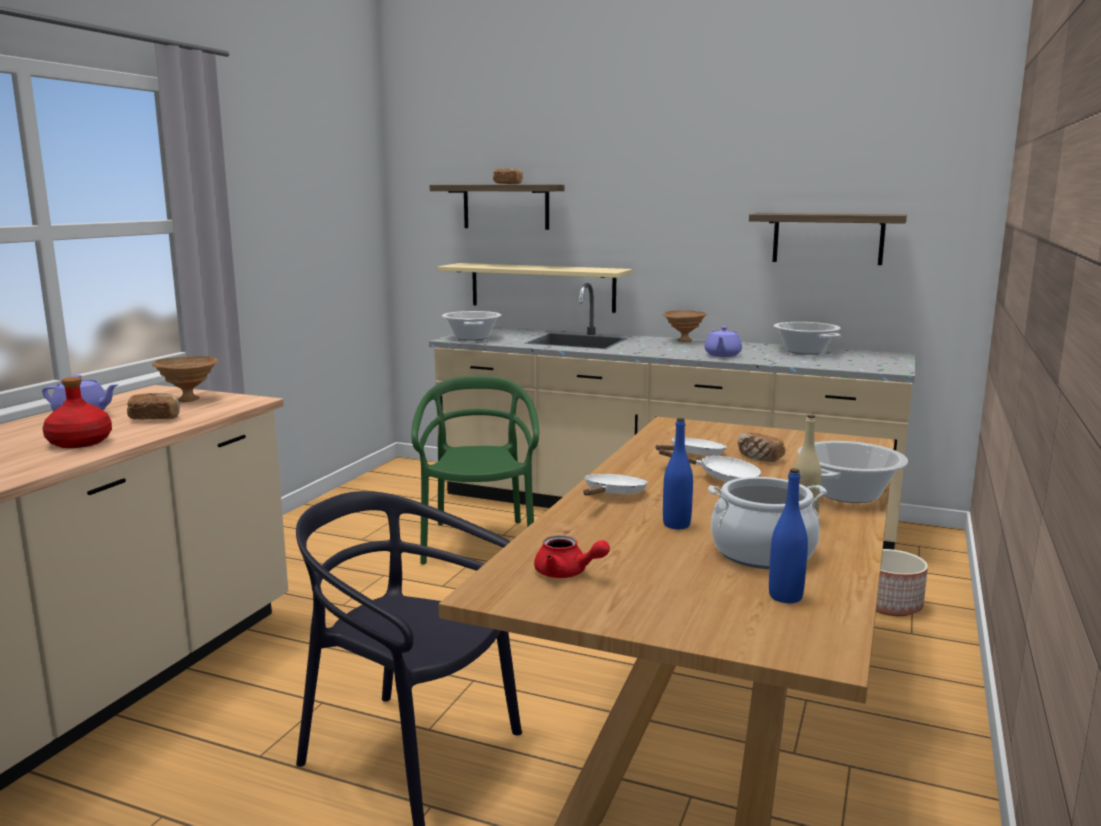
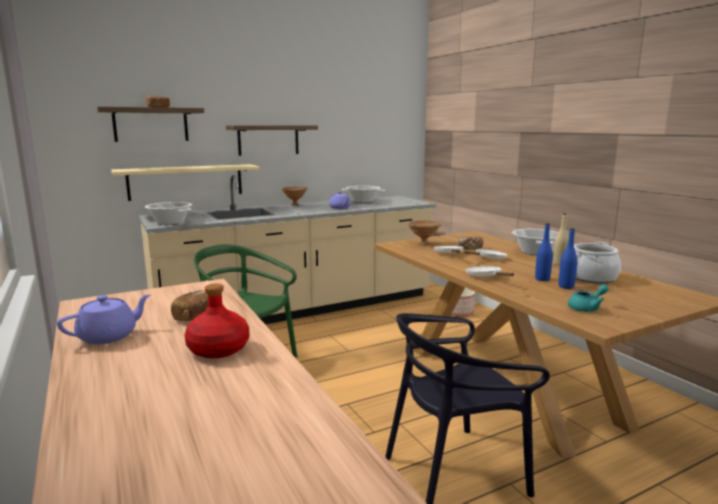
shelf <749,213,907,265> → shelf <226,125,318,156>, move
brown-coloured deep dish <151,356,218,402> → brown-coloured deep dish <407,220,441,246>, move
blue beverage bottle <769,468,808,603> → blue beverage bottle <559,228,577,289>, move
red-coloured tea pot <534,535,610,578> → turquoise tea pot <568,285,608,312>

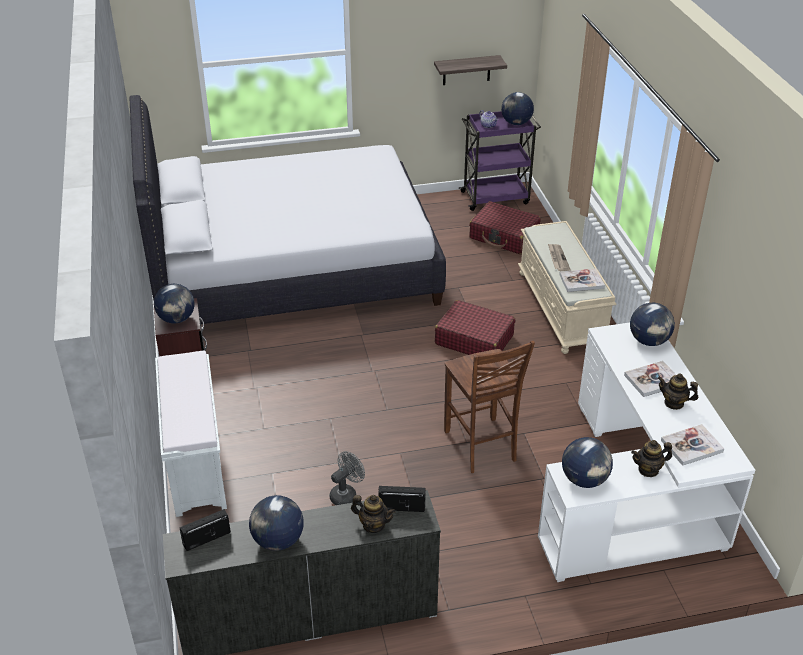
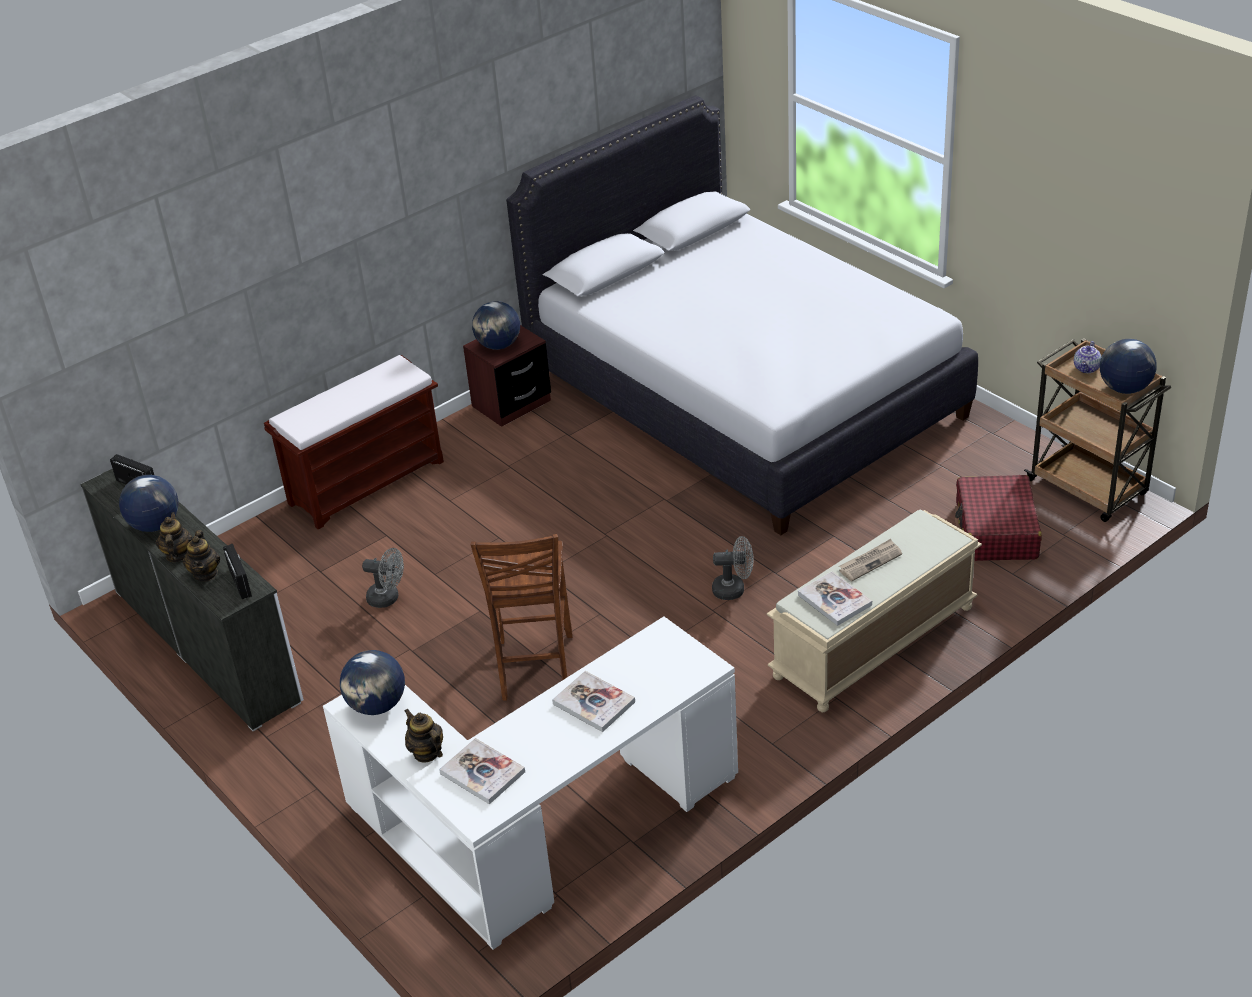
shelf <434,55,507,85> → -
purple-coloured trolley <459,111,541,211> → brown-coloured trolley <1024,338,1171,522>
red-coloured piece of luggage <435,300,515,355> → greyish fan <712,536,754,600>
world globe <630,303,675,346> → -
brown-coloured plain chair <444,341,535,473> → brown-coloured plain chair <471,534,572,701>, 45 degrees counterclockwise
whitish bench <155,351,227,517> → brown-coloured bench <264,355,444,529>
tea pot <658,374,698,410> → tea pot <156,512,192,562>, move

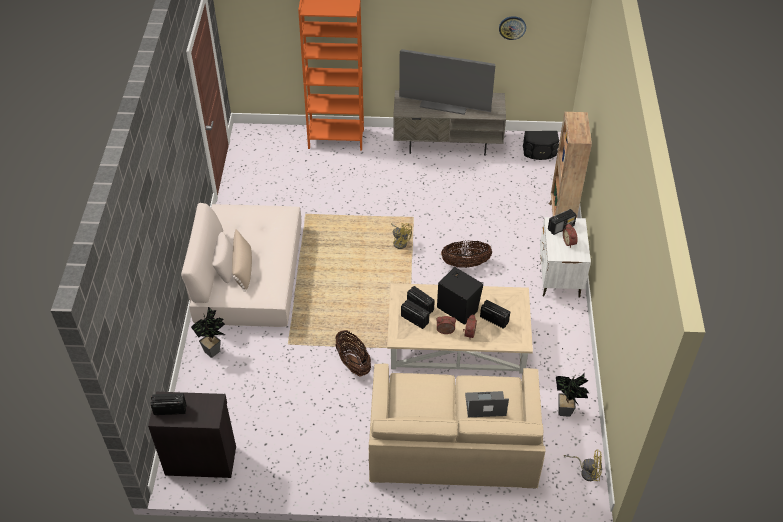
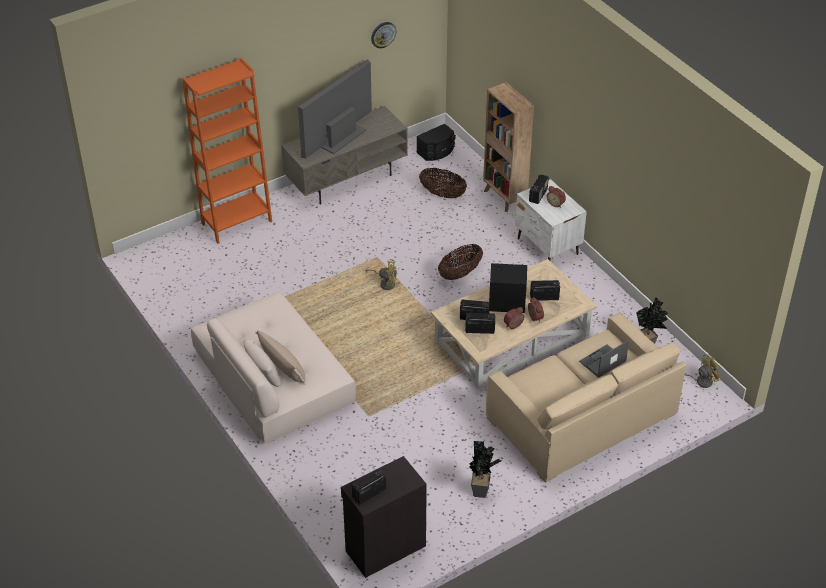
television <399,49,495,115> → television <298,59,372,158>, 150 degrees clockwise
potted plant <191,307,226,358> → potted plant <469,440,501,498>, move
household basket <336,330,371,377> → household basket <419,168,467,198>, move

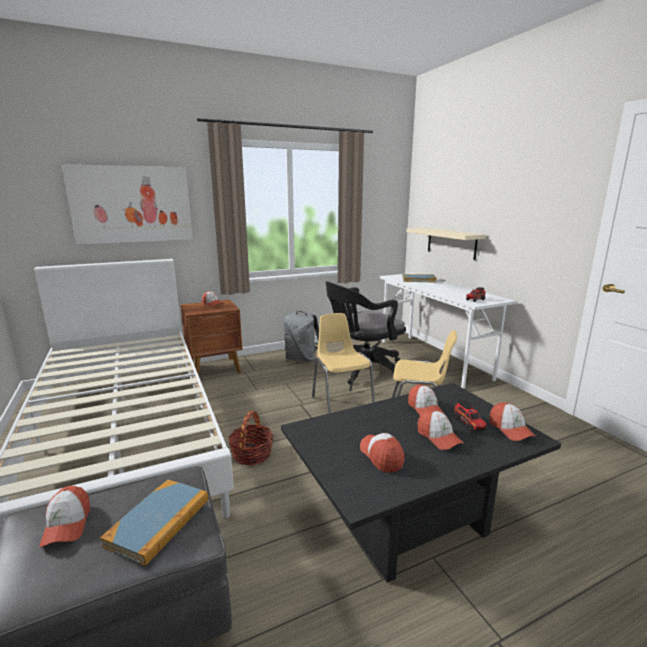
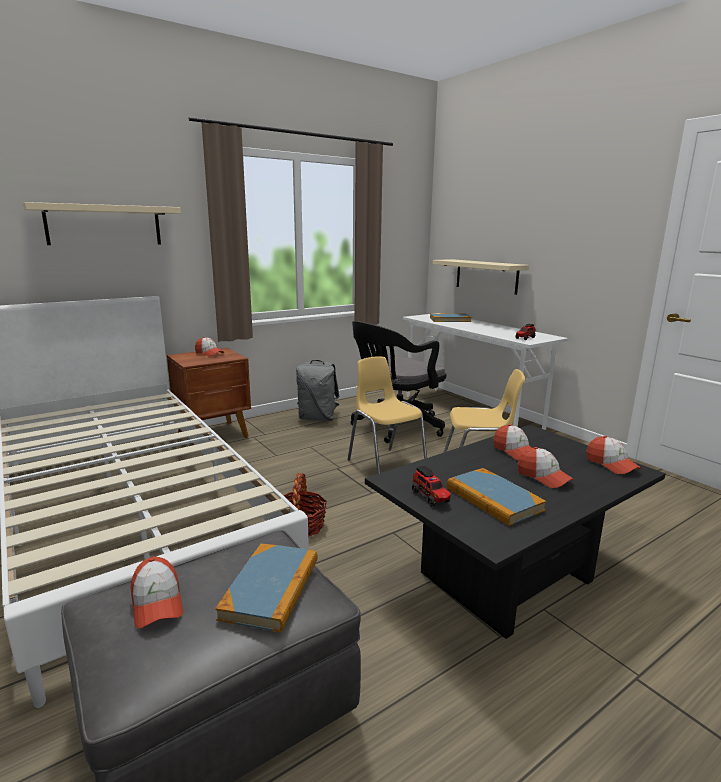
wall art <62,164,193,245> → beige shelf <23,202,181,245>
toy truck <453,400,487,433> → toy truck <412,466,451,507>, move
cap <360,433,404,473> → volume <447,468,546,526>

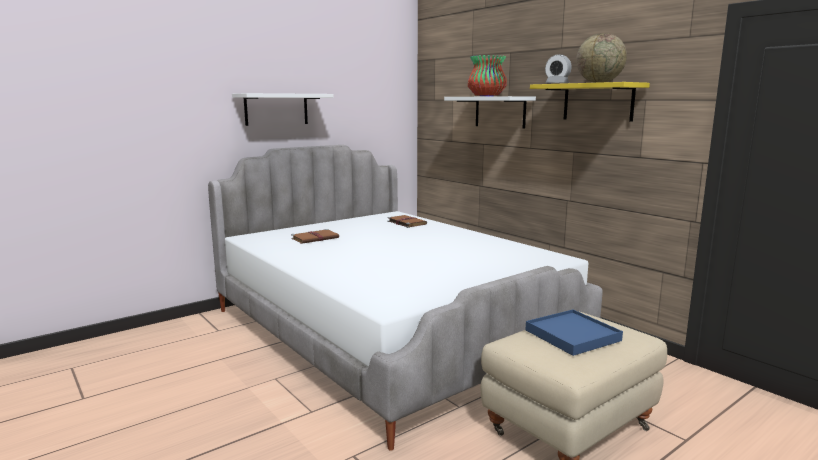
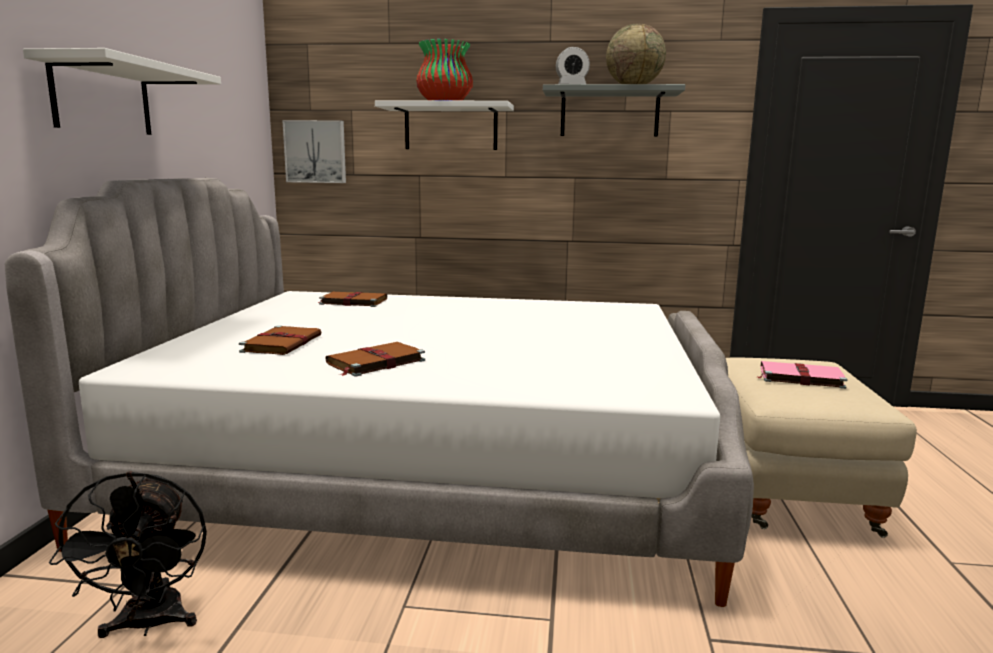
yellow shelf <530,82,650,122> → greyish shelf <543,84,685,137>
blue serving tray <526,310,623,356> → pink-coloured volume <756,361,848,389>
- → wall art <282,120,346,183>
- → brown-coloured volume <325,342,425,377>
- → black fan <49,471,207,638>

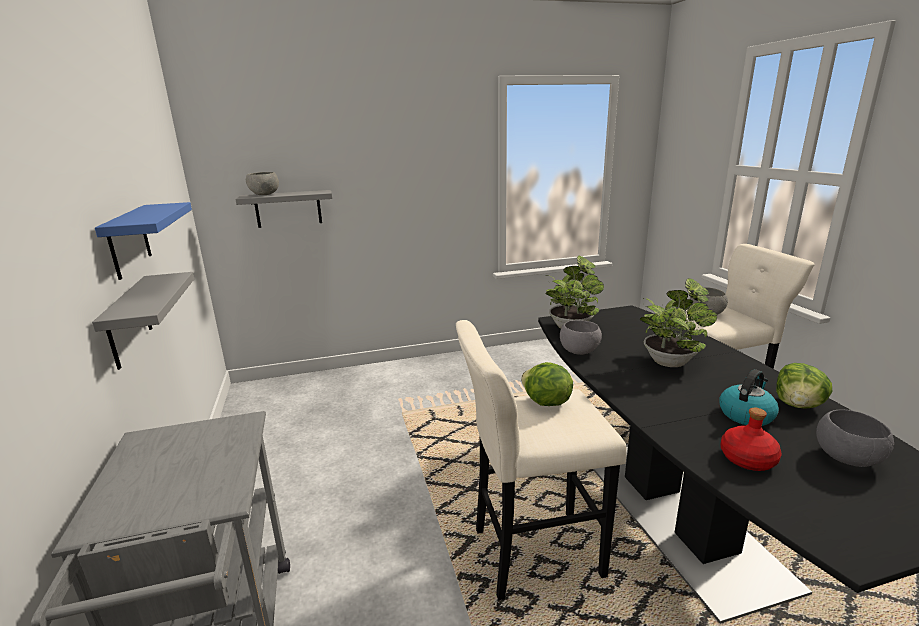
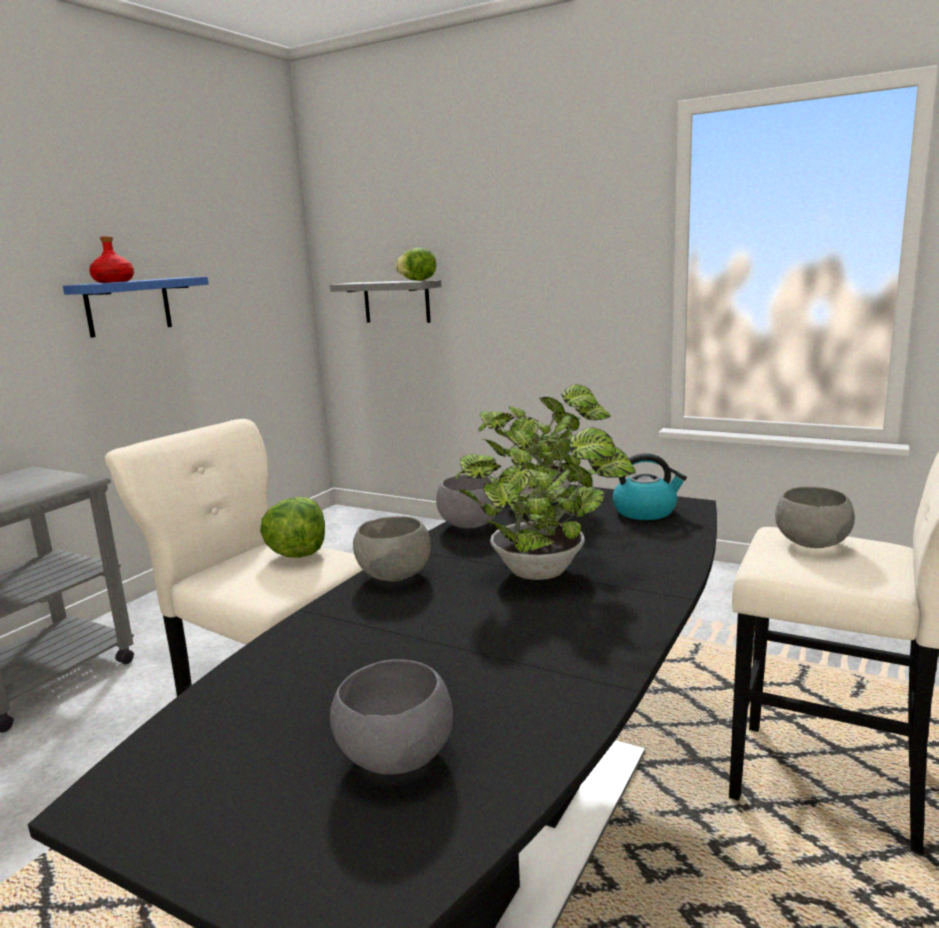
greyish deep dish <246,172,279,195> → greyish deep dish <353,516,430,582>, move
greyish shelf <92,272,194,370> → -
lettuce <776,363,832,409> → lettuce <394,248,436,281>, move
kettle <719,369,779,426> → kettle <612,453,687,520>, move
red-coloured beverage bottle <720,408,781,471> → red-coloured beverage bottle <89,236,134,283>, move

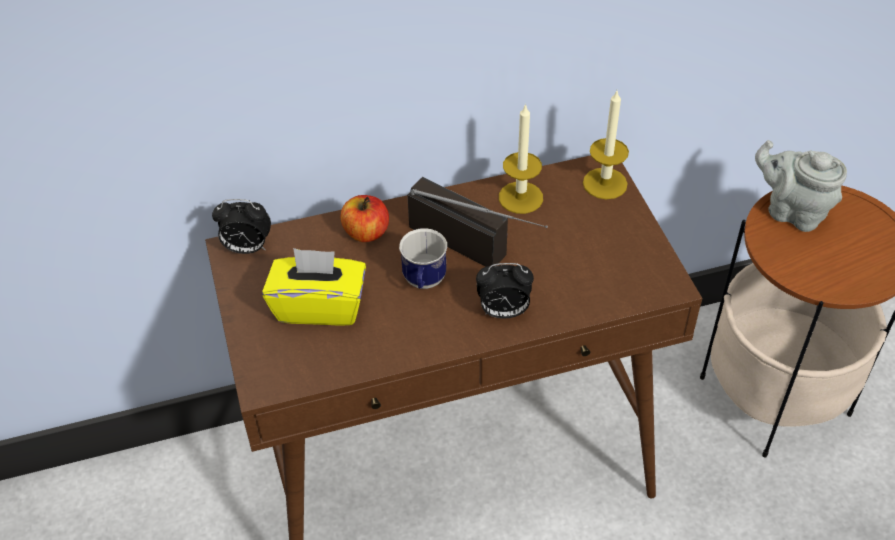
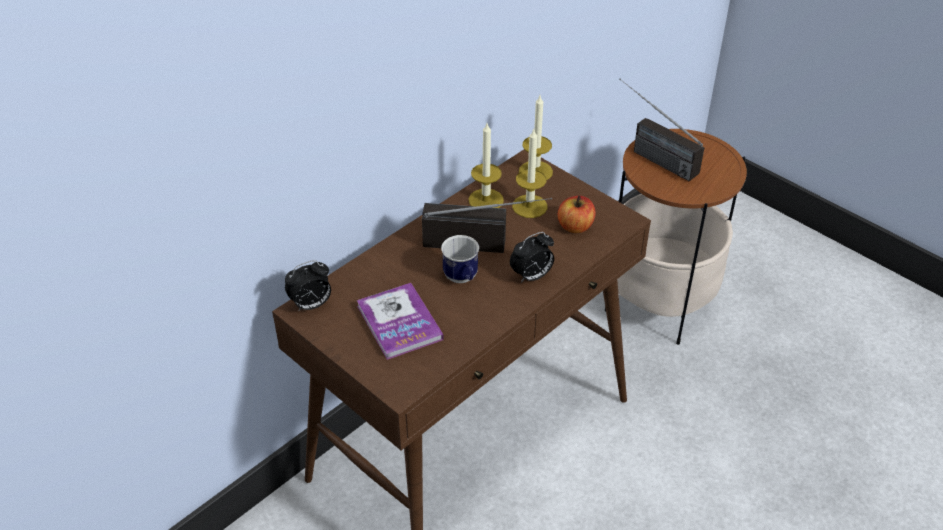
greyish tea pot <755,140,847,232> → radio receiver <619,78,704,181>
whole apple <340,195,389,242> → whole apple <558,196,596,233>, move
yellow tissue box <262,248,366,326> → volume <357,283,443,360>
- → candle <512,129,547,218>

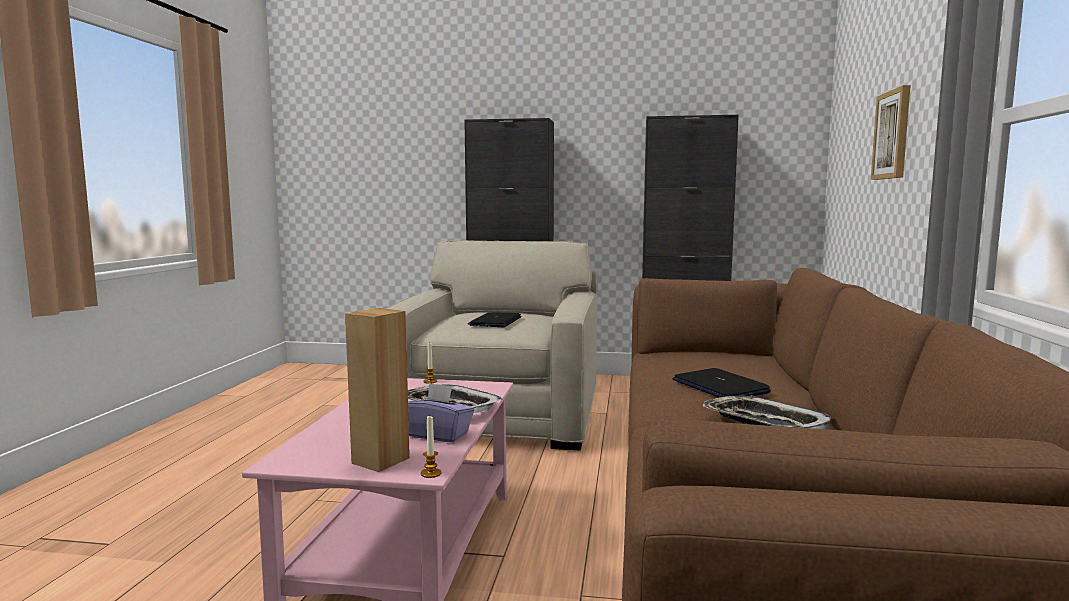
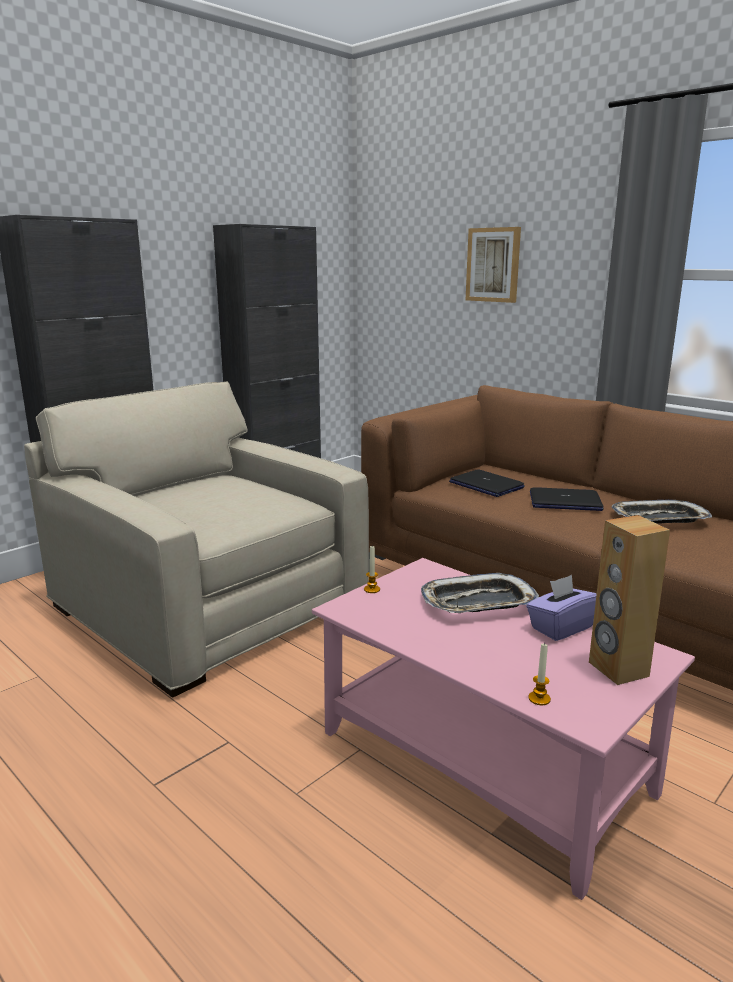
notebook computer <468,312,521,327> → notebook computer <449,469,524,497>, move
candle <421,416,441,478> → candle <529,642,551,705>, move

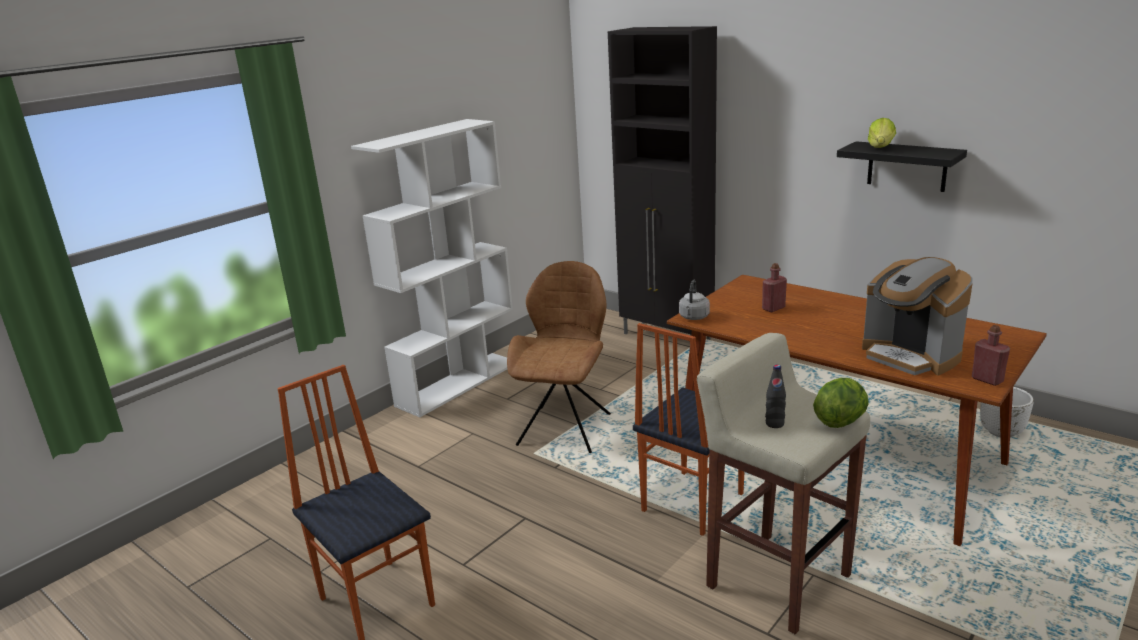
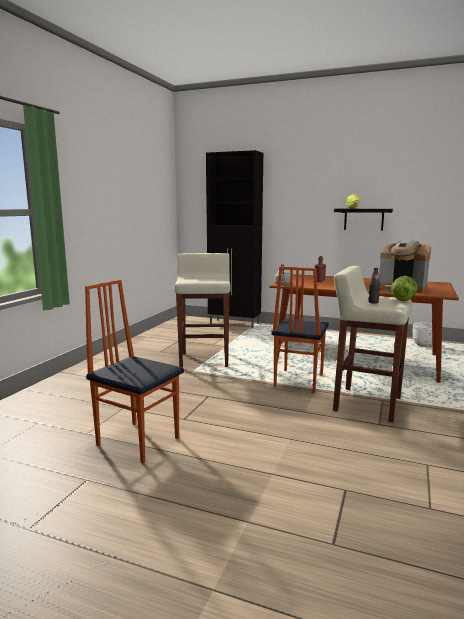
whitish shelving unit <351,119,513,417> → -
brown-coloured plain chair <507,261,611,453> → beige stool <175,253,230,368>
red-coloured beverage bottle <972,325,1010,386> → -

